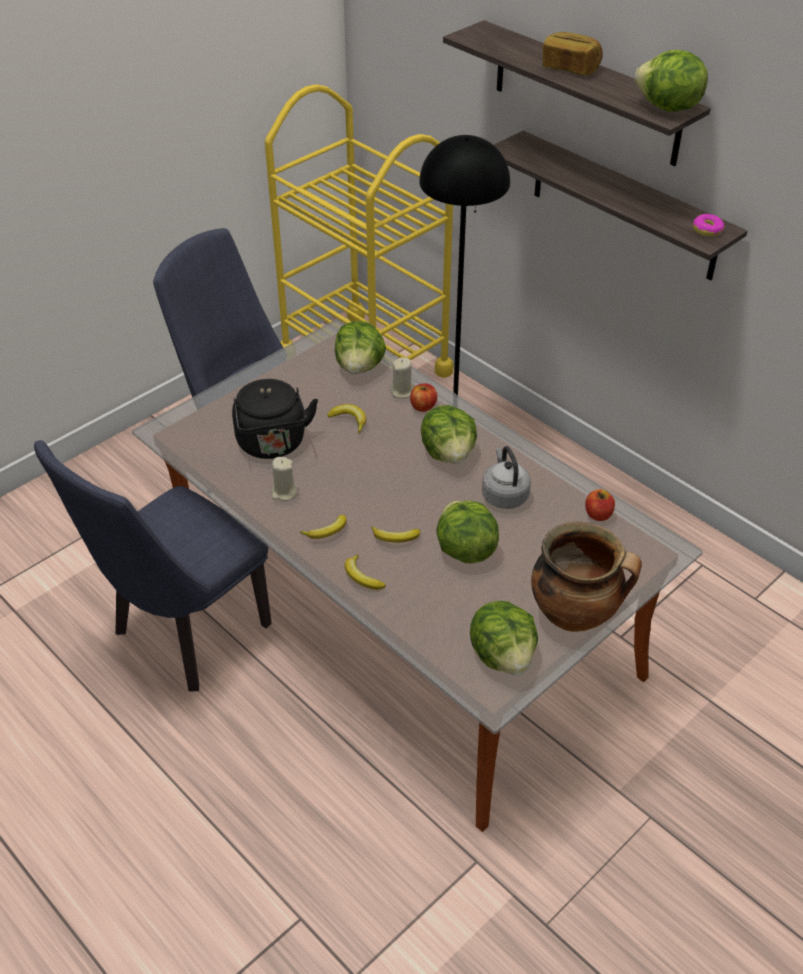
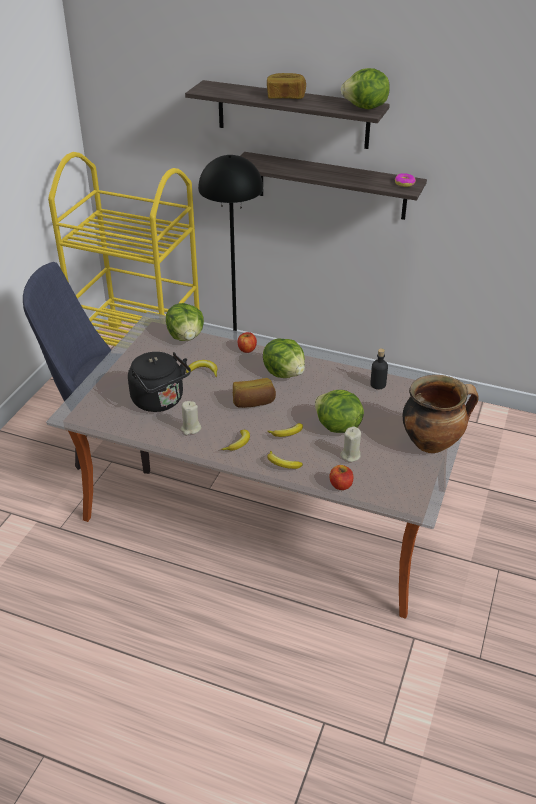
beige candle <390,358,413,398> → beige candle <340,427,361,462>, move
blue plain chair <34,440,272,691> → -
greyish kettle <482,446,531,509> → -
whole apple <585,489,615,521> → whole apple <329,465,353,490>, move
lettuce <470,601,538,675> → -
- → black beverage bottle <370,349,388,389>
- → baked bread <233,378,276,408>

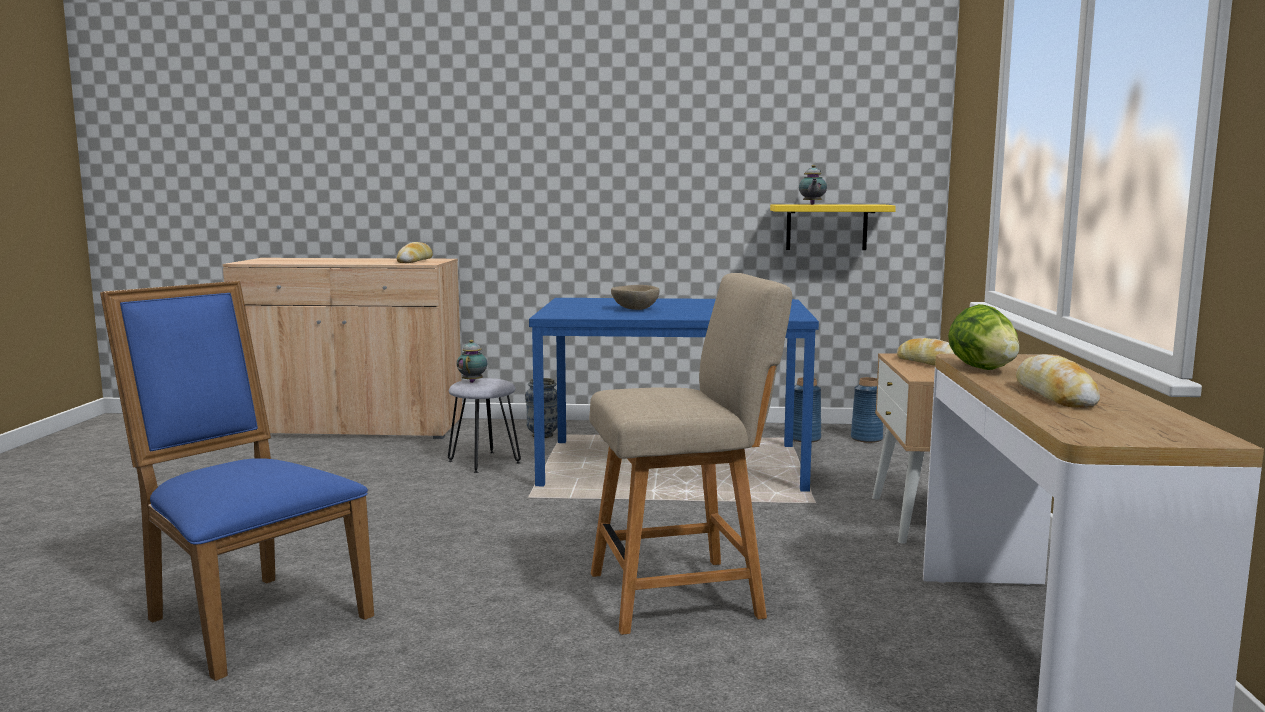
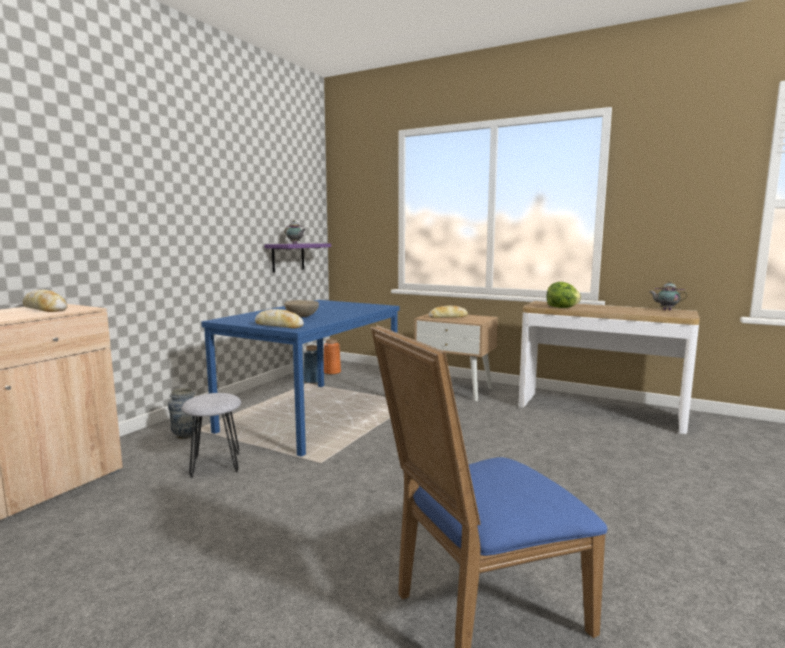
yellow shelf <770,204,896,250> → purple-coloured shelf <264,243,331,272>
beige plain chair <589,273,792,635> → -
tea pot <457,340,487,383> → tea pot <649,281,688,310>, move
baked bread <1016,354,1100,408> → baked bread <255,309,304,328>, move
blue decorative vase <851,377,883,443> → orange-coloured decorative vase <324,339,341,375>

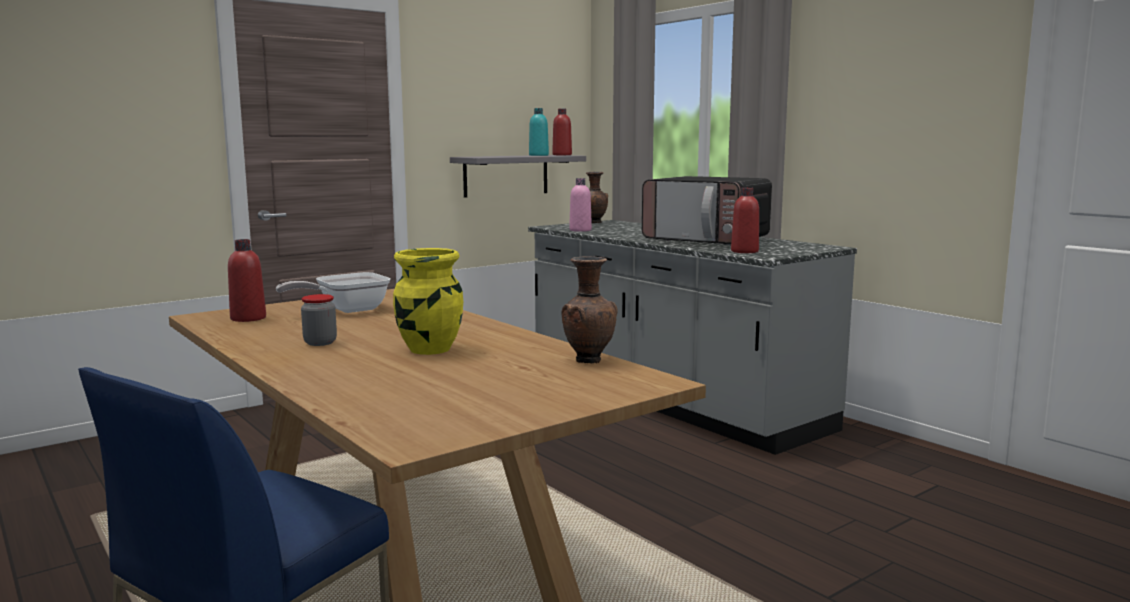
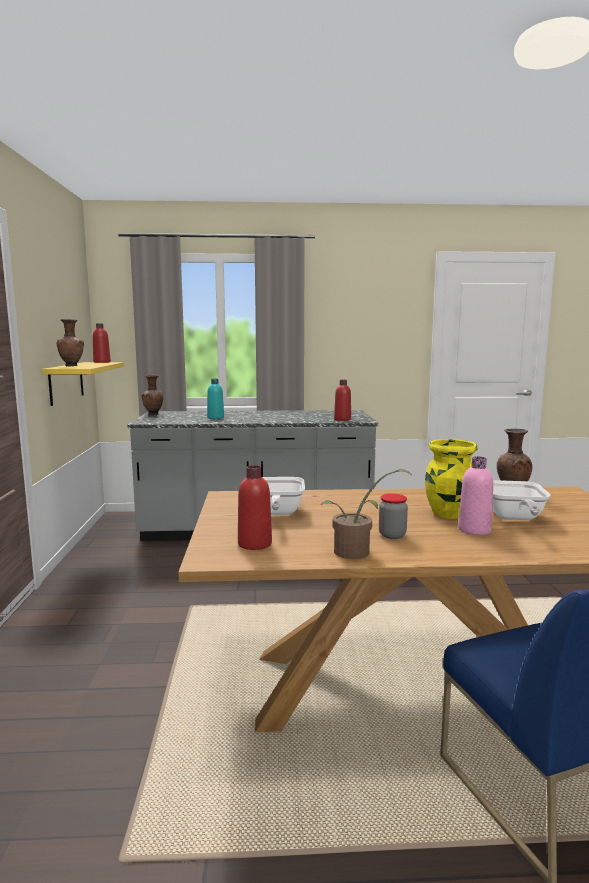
turquoise beverage bottle <529,108,549,156> → turquoise beverage bottle <207,379,224,419>, move
greyish shelf <450,155,586,198> → yellow shelf <42,362,124,406>
microwave oven <642,176,772,245> → -
pink-coloured beverage bottle <569,178,592,232> → pink-coloured beverage bottle <458,456,493,535>, move
- → brown-coloured decorative vase <57,319,84,367>
- → potted plant <321,469,410,559>
- → frying pan <493,480,551,520>

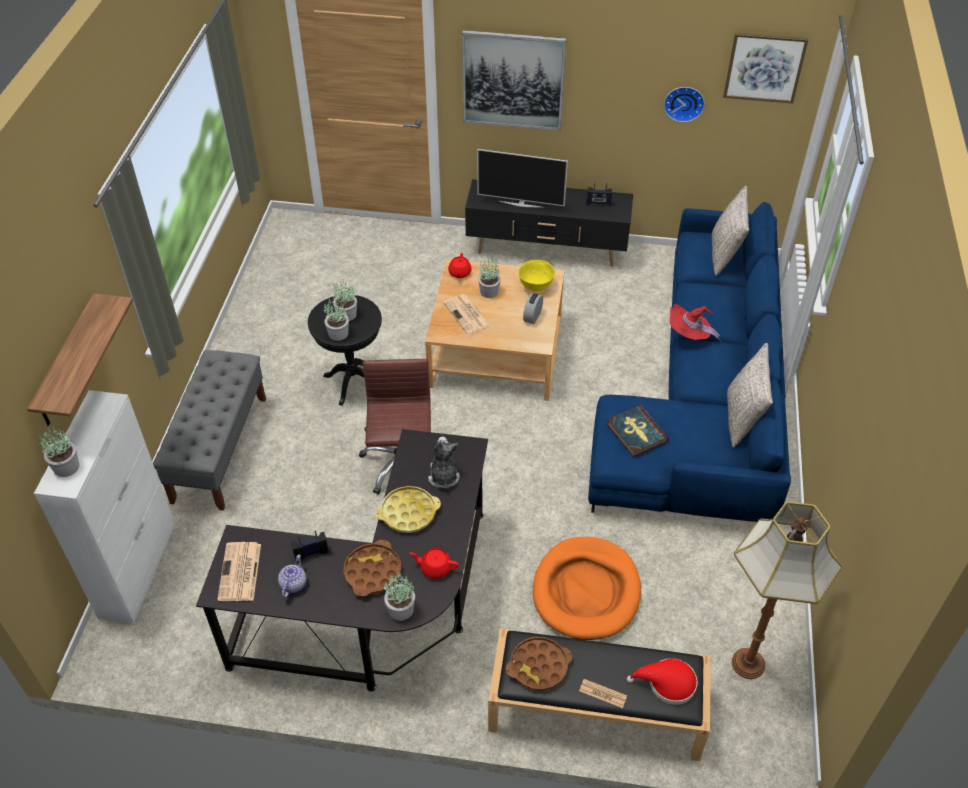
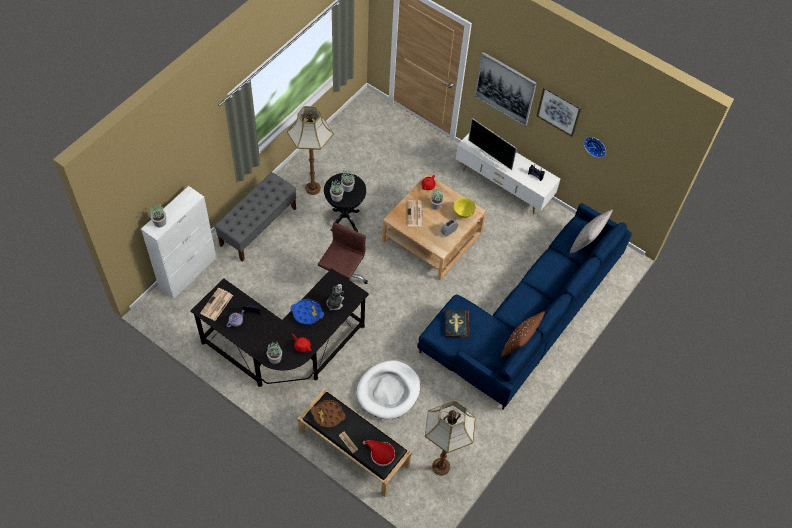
wall art <723,33,808,104> → wall art <537,86,582,137>, move
black media console <465,179,633,267> → whitish media console <456,133,560,214>
shelf <27,294,133,426> → -
red-coloured hat <670,304,720,340> → -
greyish cushion <727,343,773,448> → brown-coloured cushion <501,311,545,357>
yellow serving tray <376,486,441,533> → blue serving tray <290,299,324,325>
orange-coloured dog cushion <533,537,641,640> → whitish dog cushion <357,360,420,419>
brown-coloured serving tray <343,540,401,597> → -
- → standing lamp <287,106,334,195>

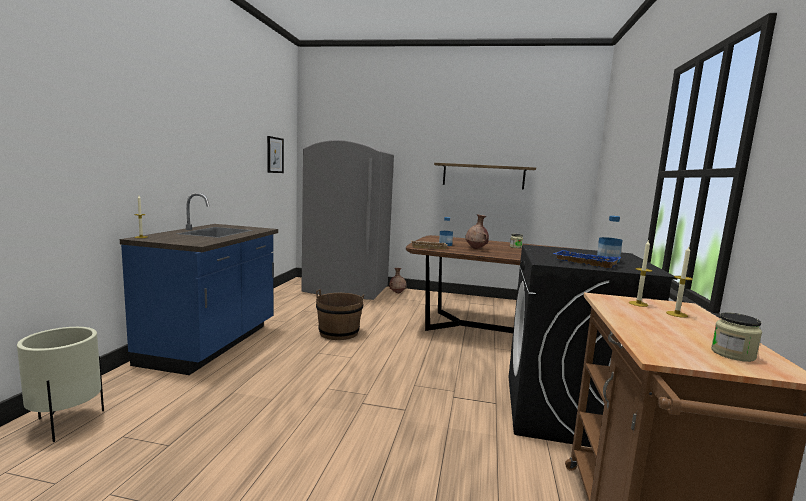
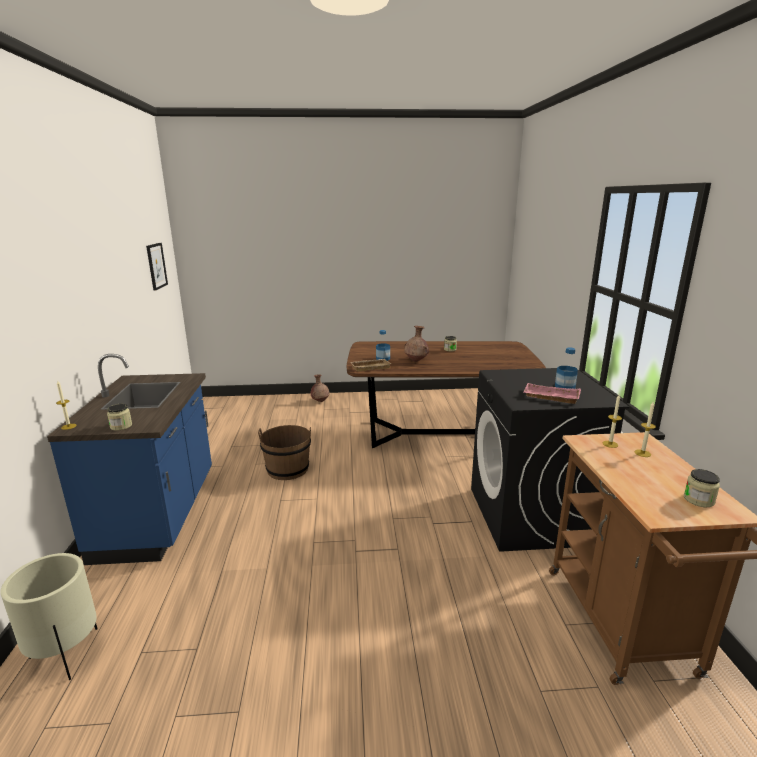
greyish fridge <301,140,394,300> → -
shelf <434,163,536,189> → -
blue serving tray <553,250,621,268> → pink-coloured serving tray <524,383,581,404>
- → storage jar <107,404,132,431>

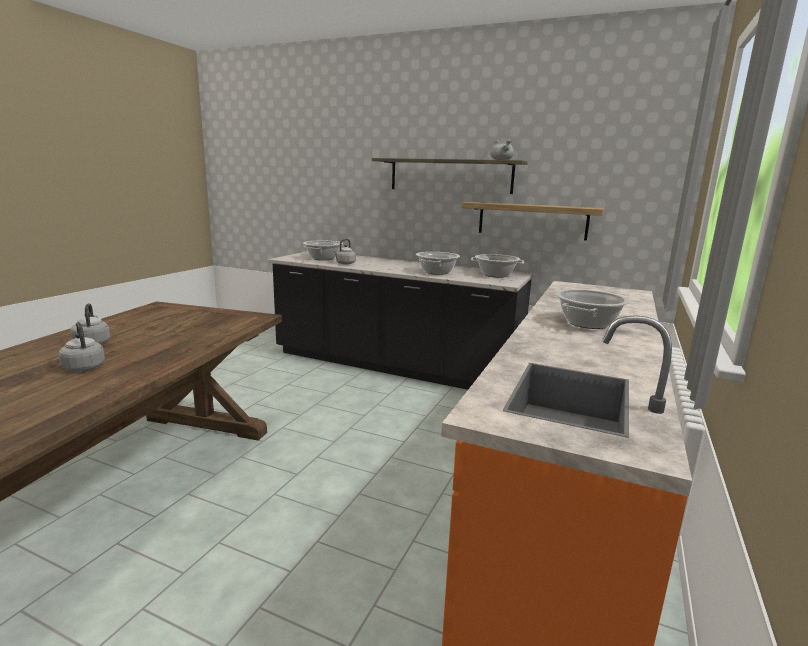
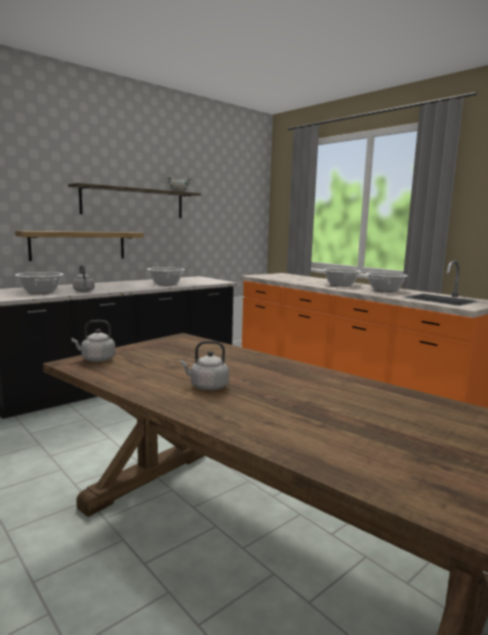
shelf <462,202,604,241> → shelf <15,231,144,261>, move
stockpot <471,254,524,277> → stockpot <366,272,408,292>, move
greyish kettle <59,322,105,372> → greyish kettle <72,320,115,362>, move

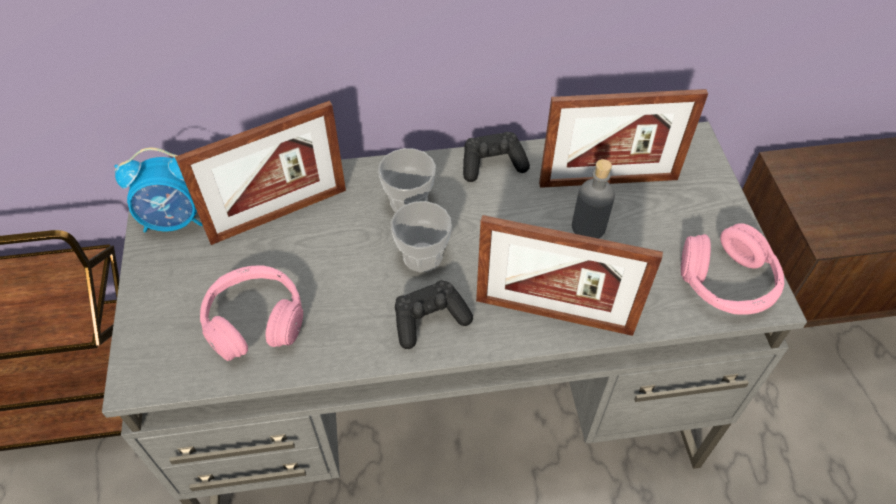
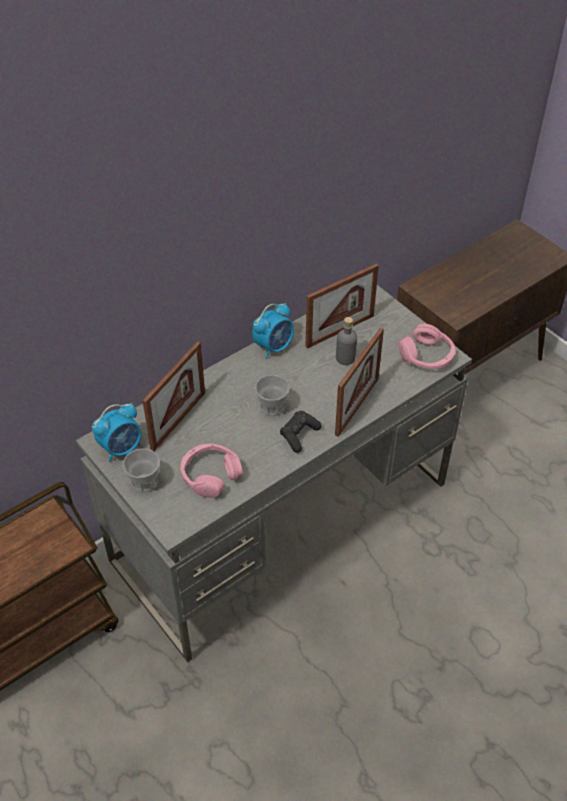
black gamepad <463,132,530,182> → table clock <252,303,294,359>
cup <378,148,436,212> → cup <123,448,160,493>, move
picture frame <476,215,663,336> → picture frame <335,327,384,437>, 45 degrees counterclockwise

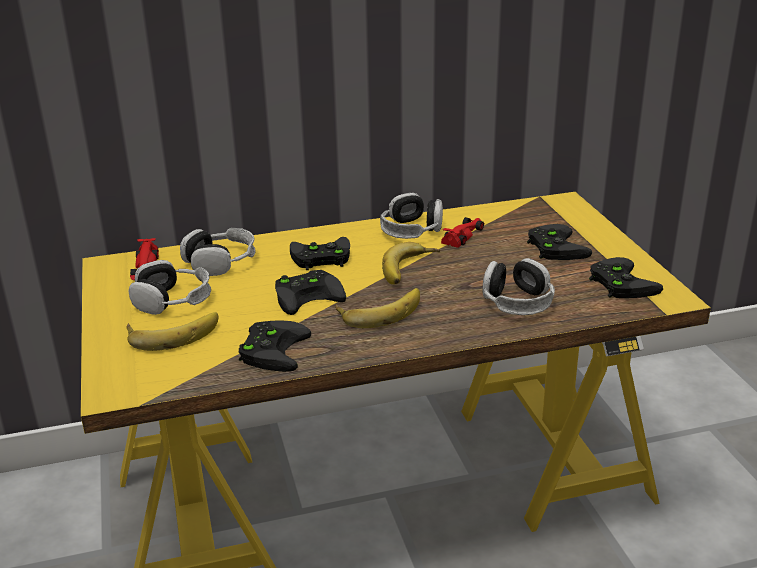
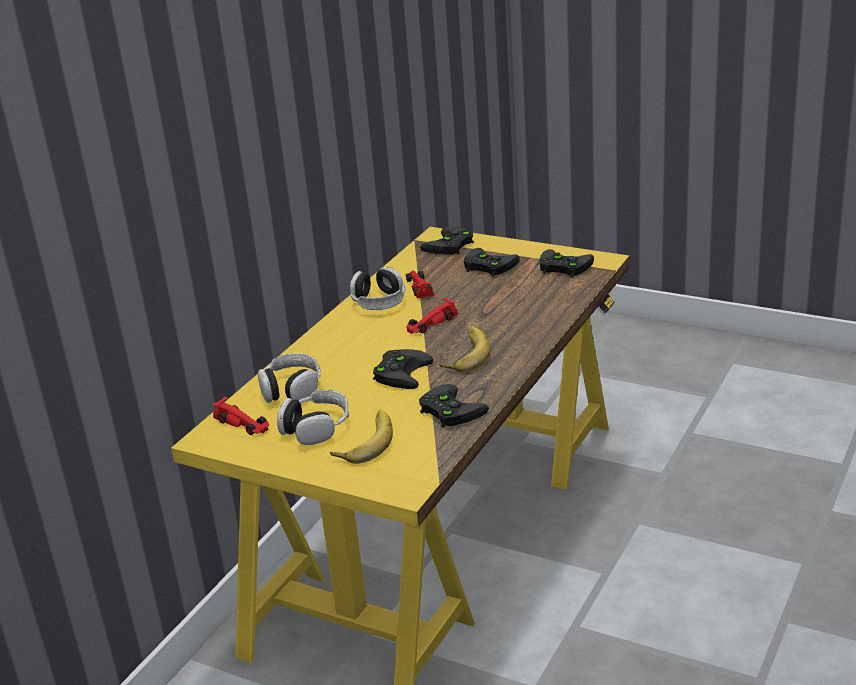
black gamepad <290,237,350,270> → black gamepad <420,226,474,255>, move
banana <382,242,440,285> → red-coloured toy car <406,298,458,334>
pair of headphones <482,258,555,315> → -

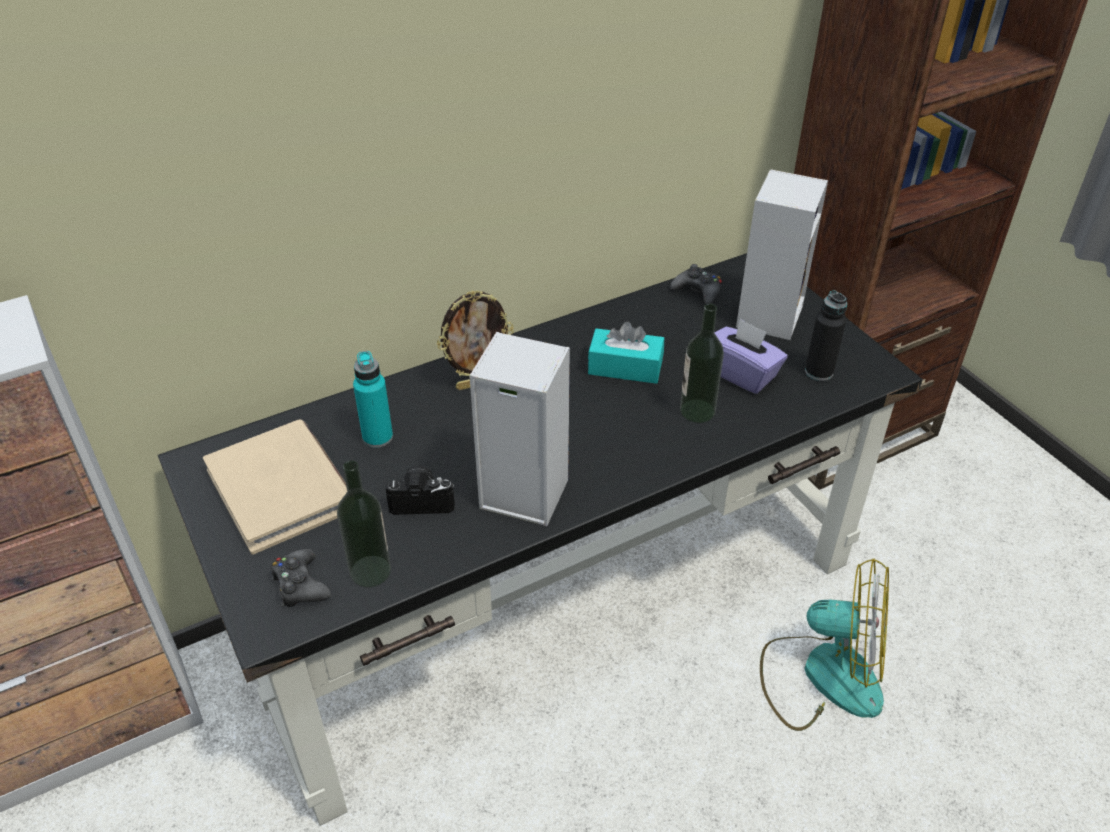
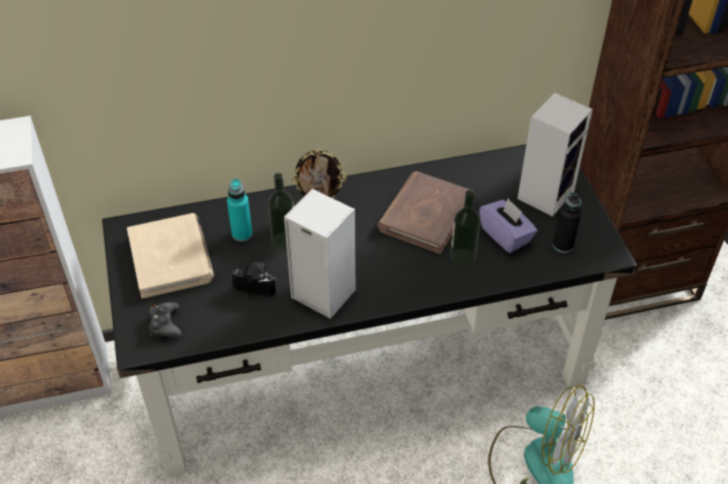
black gamepad <670,264,722,304> → -
turquoise tissue box <588,322,664,384> → brown-coloured volume <377,171,470,254>
beverage bottle <337,460,391,587> → beverage bottle <268,173,294,250>, move

